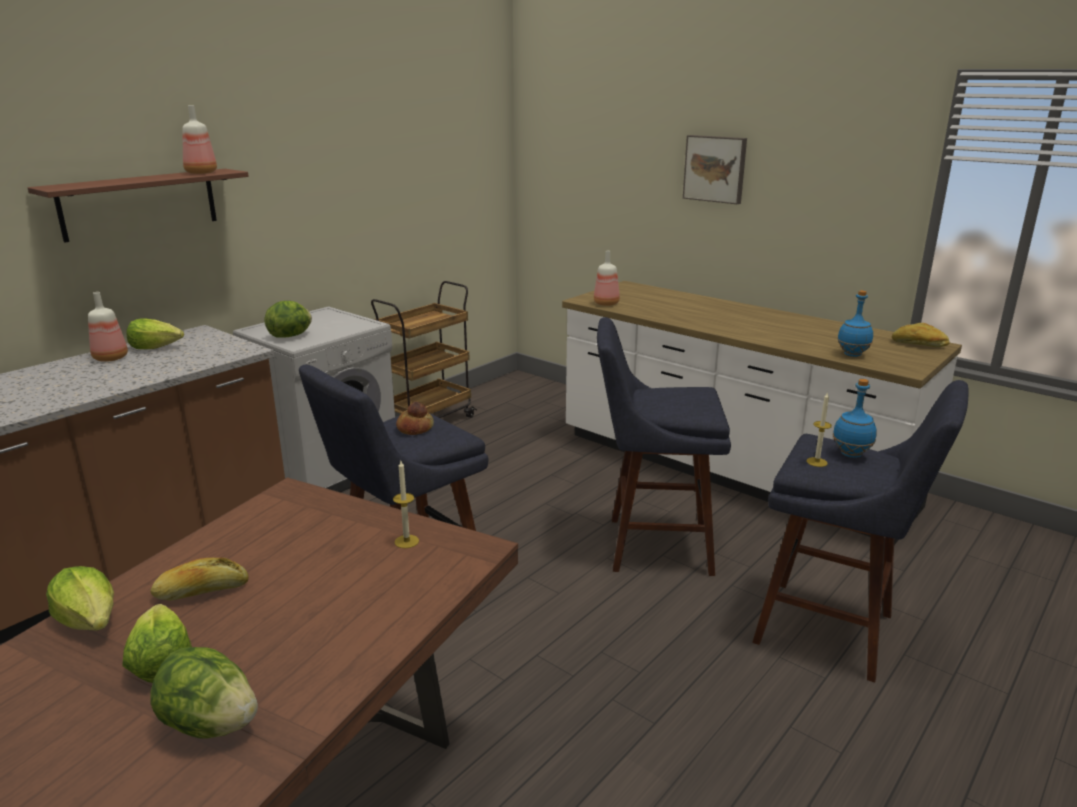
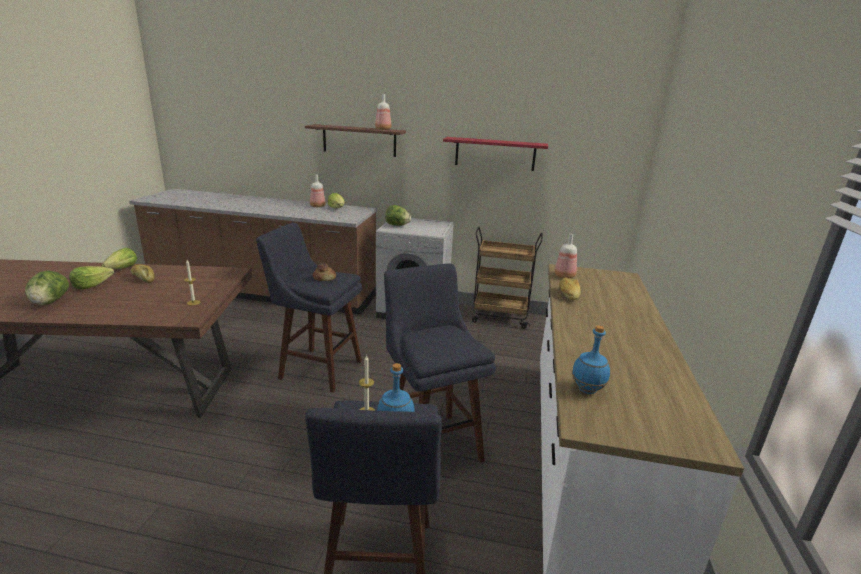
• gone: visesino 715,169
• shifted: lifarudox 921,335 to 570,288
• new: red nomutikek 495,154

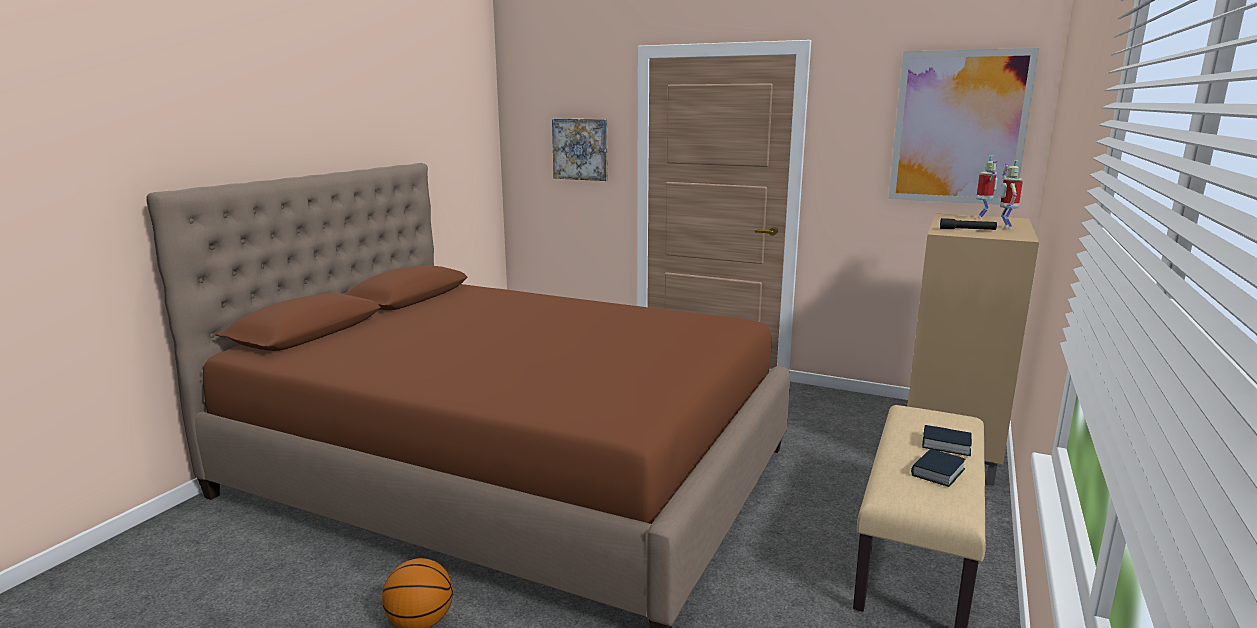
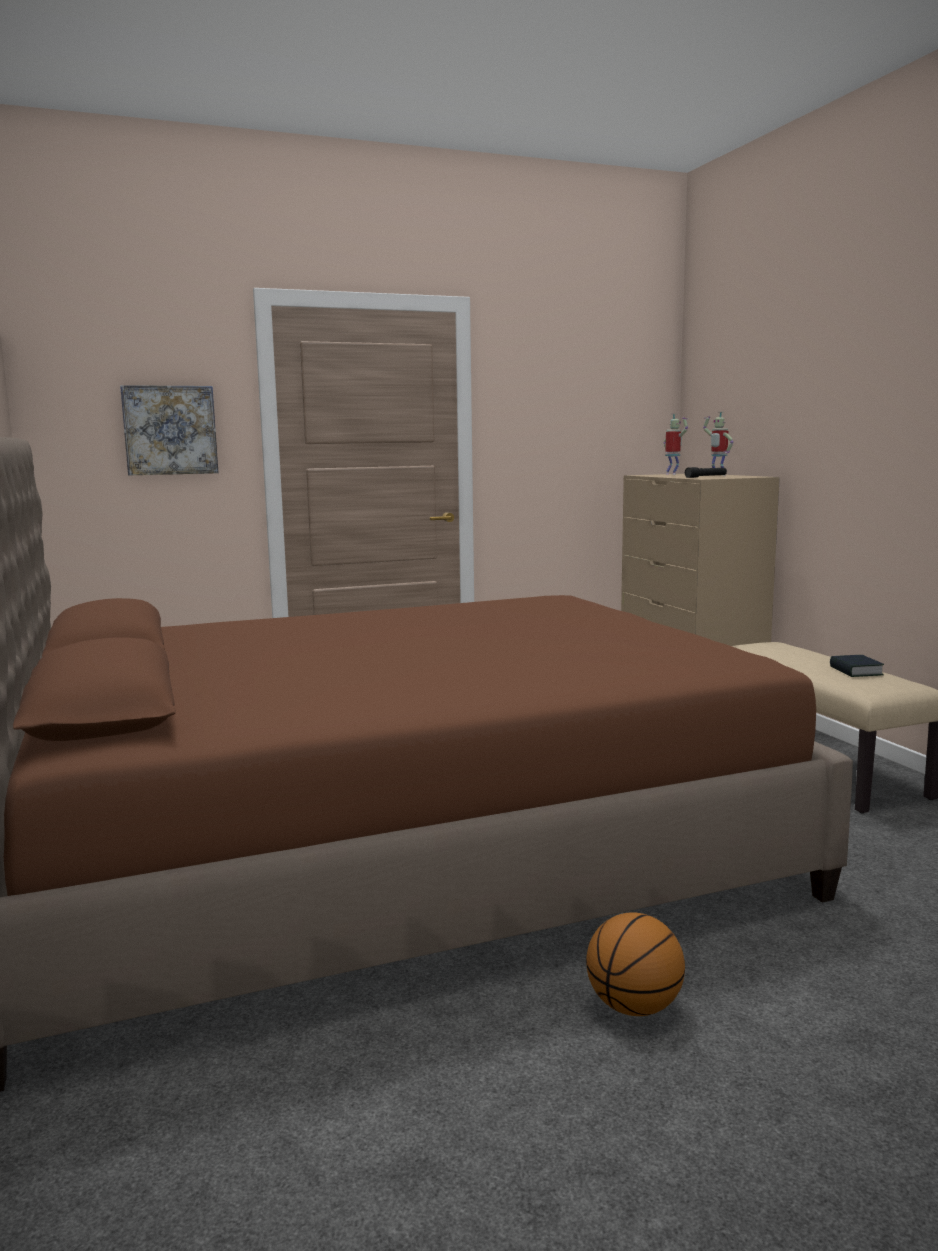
• gone: visesino 964,126
• gone: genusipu 947,440

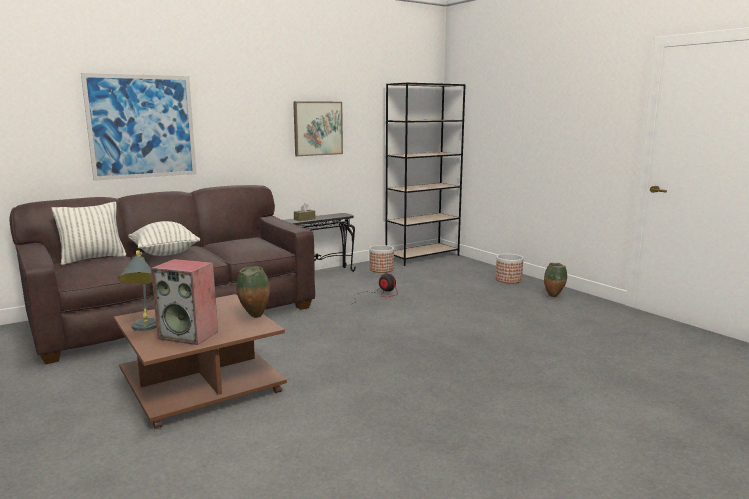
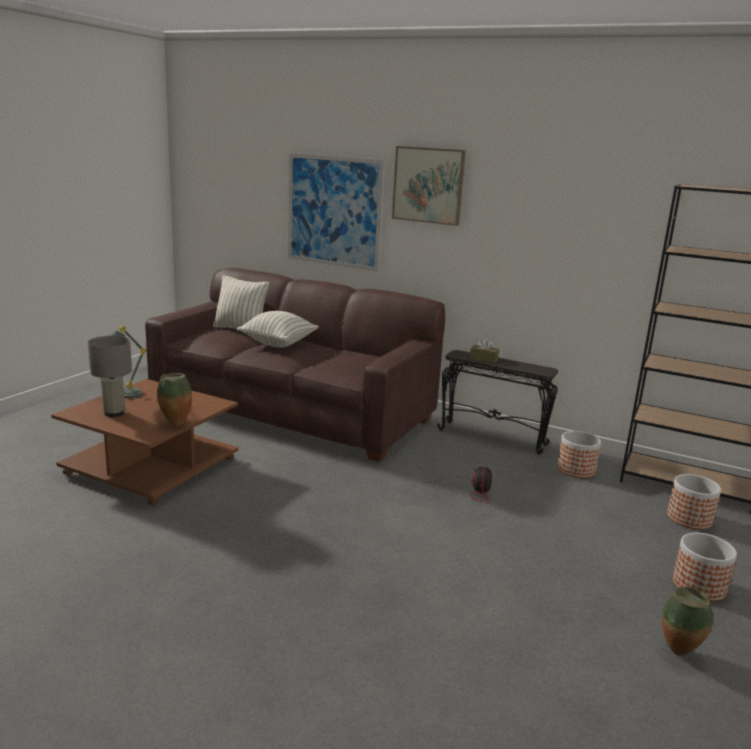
• shifted: visesino 318,128 to 429,186
• swapped: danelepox 184,302 to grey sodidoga 110,376
• new: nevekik 694,502

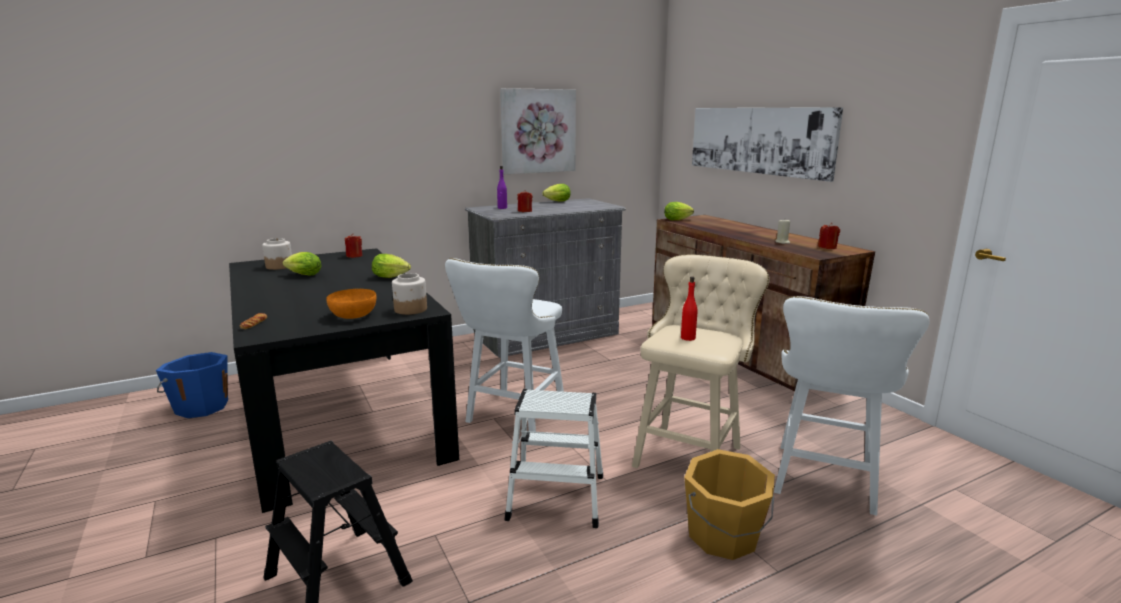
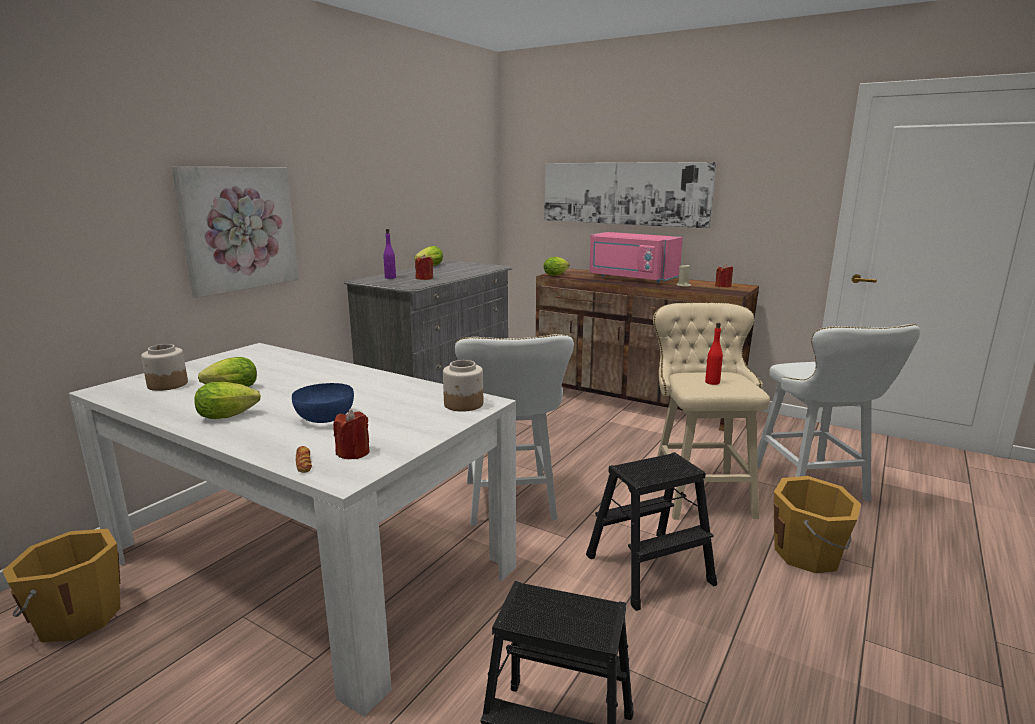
• shifted: visesino 538,131 to 235,232
• shifted: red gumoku 353,246 to 351,434
• repainted: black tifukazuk 344,380 to white tifukazuk 292,530
• shifted: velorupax 391,266 to 227,400
• gone: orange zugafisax 351,304
• repainted: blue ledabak 192,385 to orange ledabak 61,585
• repainted: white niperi 554,458 to black niperi 651,531
• new: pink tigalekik 636,257
• new: blue zugafisax 323,403

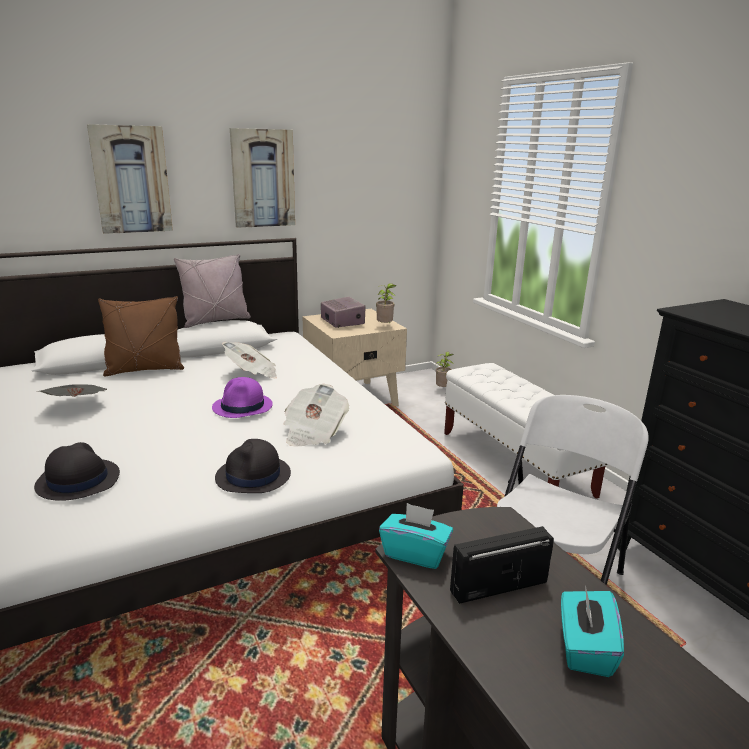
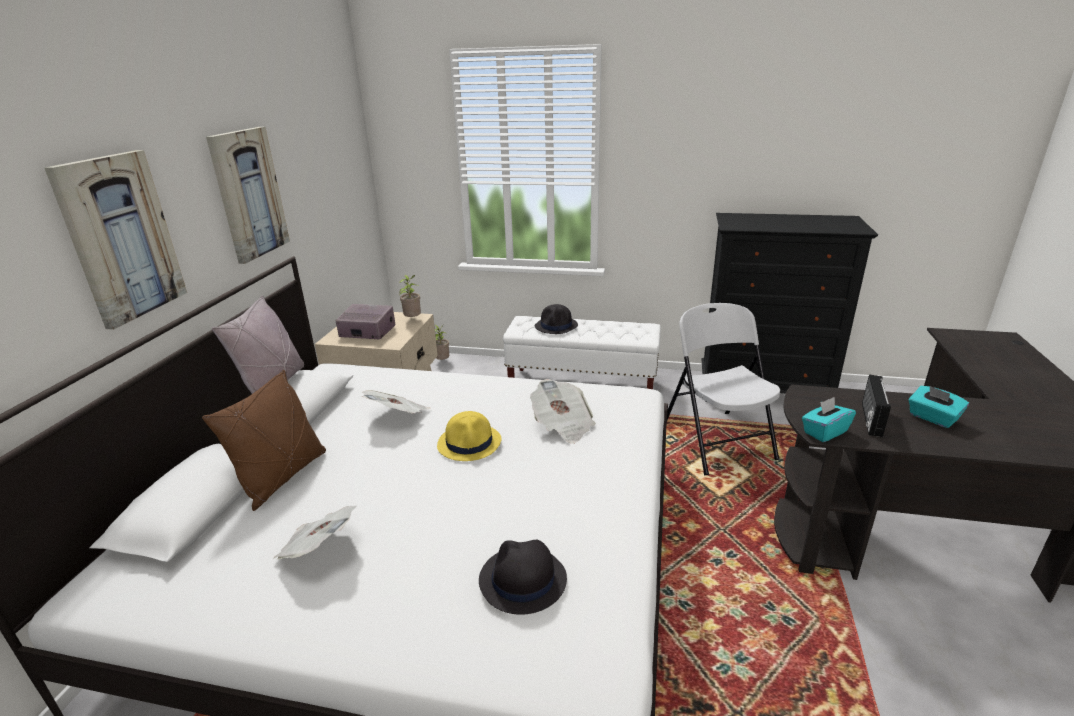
• repainted: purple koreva 242,397 to yellow koreva 469,436
• shifted: black koreva 253,466 to 556,319

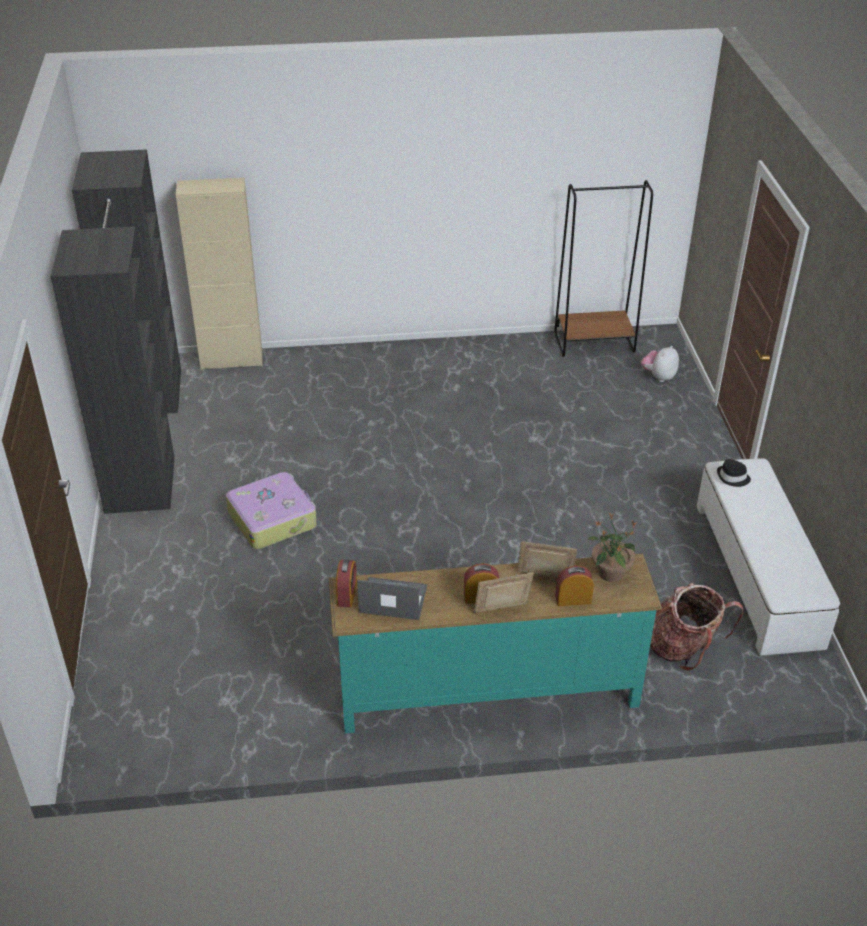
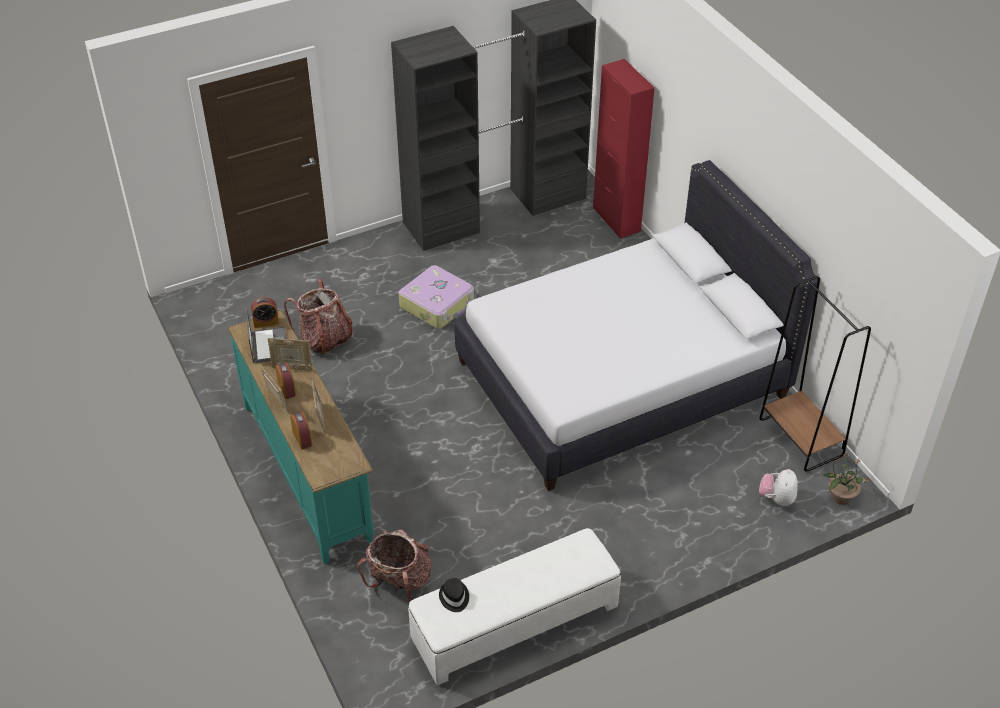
• repainted: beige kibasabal 219,274 to red kibasabal 624,148
• rotated: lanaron 660,364 = 778,487 90 degrees counterclockwise
• shifted: black koreva 734,473 to 454,595
• shifted: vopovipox 612,547 to 846,480
• new: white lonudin 636,325
• new: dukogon 318,317
• new: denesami 290,354

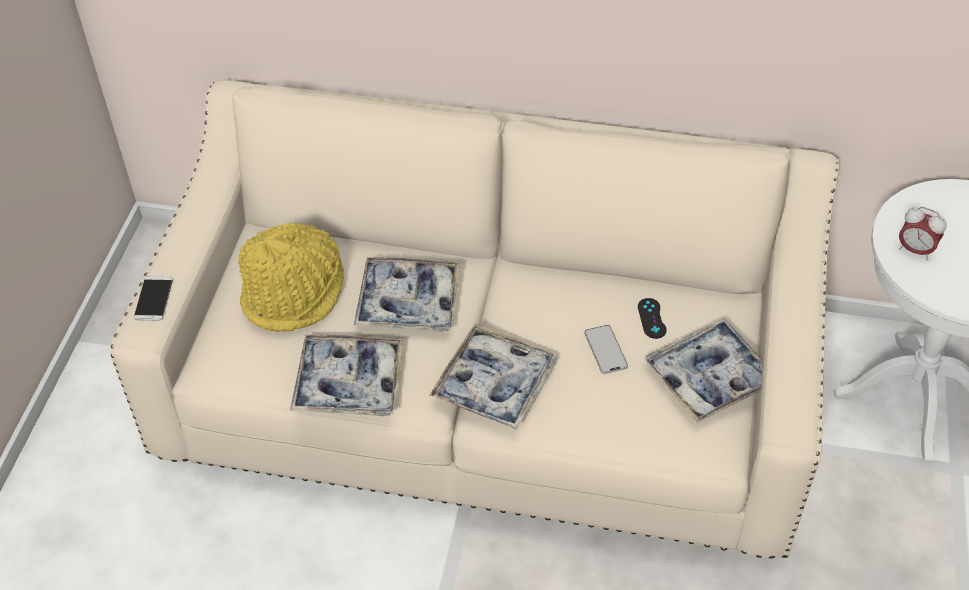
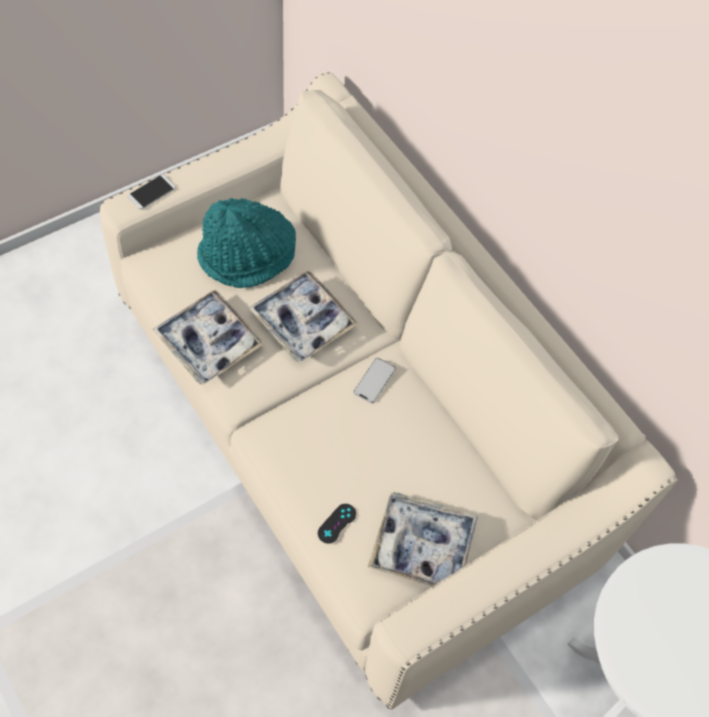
• gone: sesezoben 923,233
• repainted: yellow koreva 291,277 to turquoise koreva 246,243
• shifted: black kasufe 652,318 to 337,524
• gone: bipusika 493,377
• shifted: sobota 606,349 to 375,380

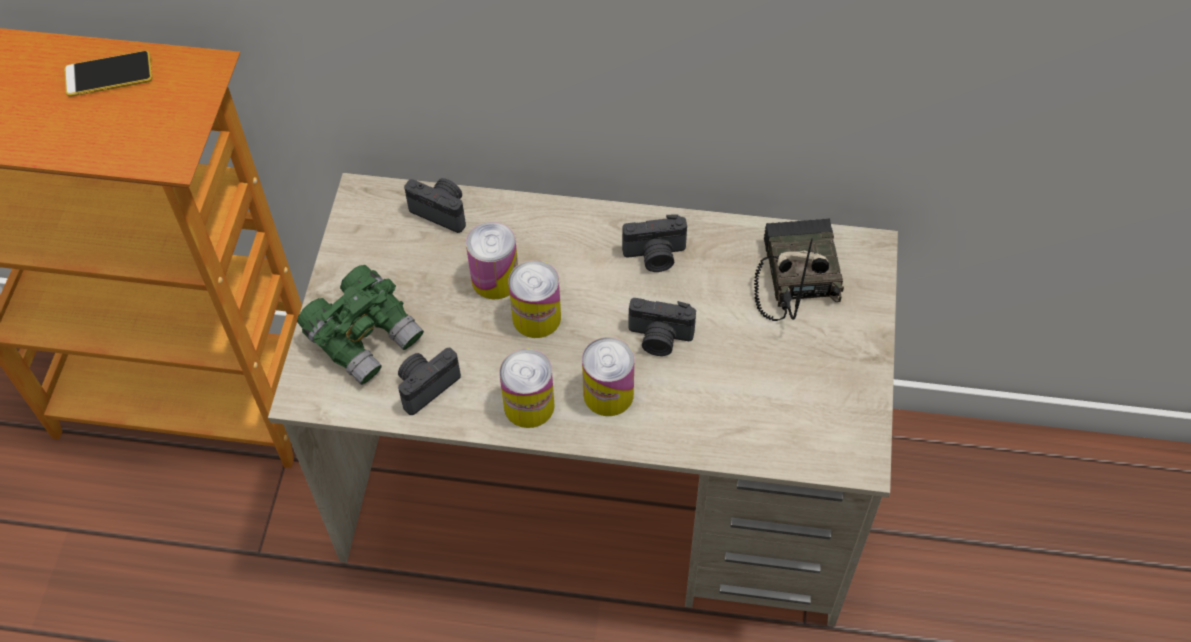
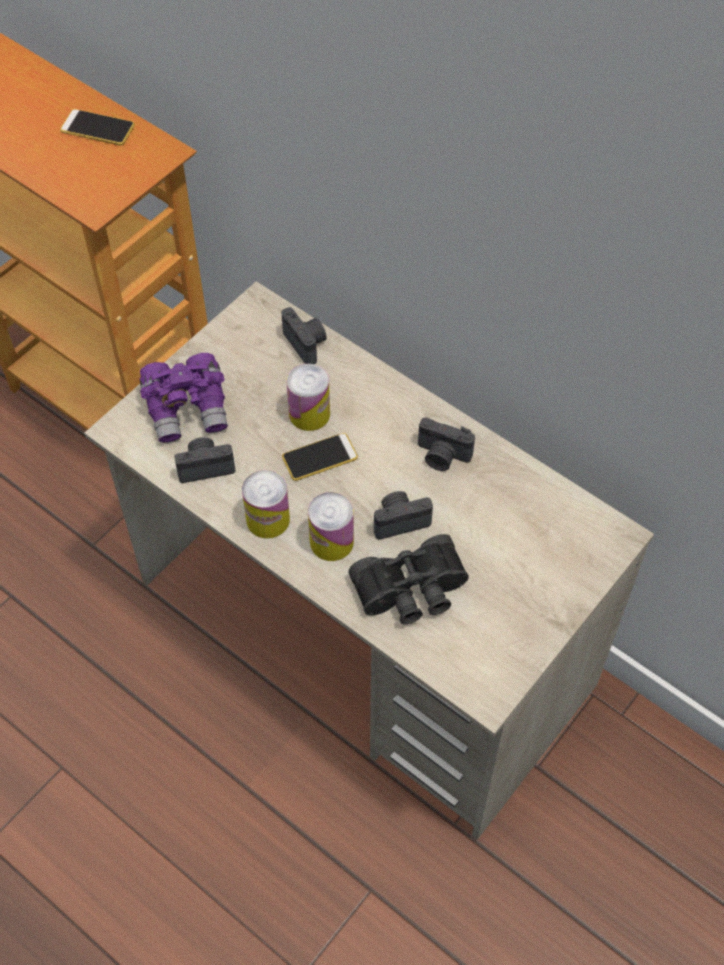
• gone: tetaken 799,269
• swapped: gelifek 535,299 to sobota 320,457
• repainted: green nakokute 360,325 to purple nakokute 183,398
• rotated: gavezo 662,327 = 403,515 120 degrees clockwise
• new: black nakokute 408,579

